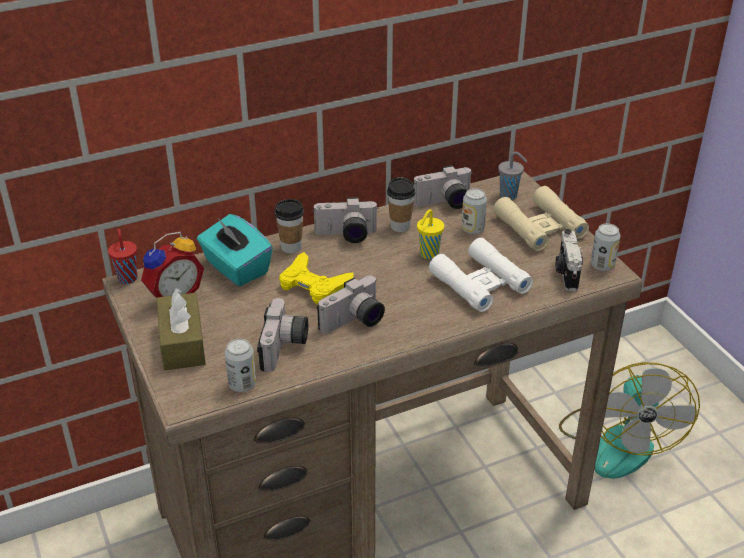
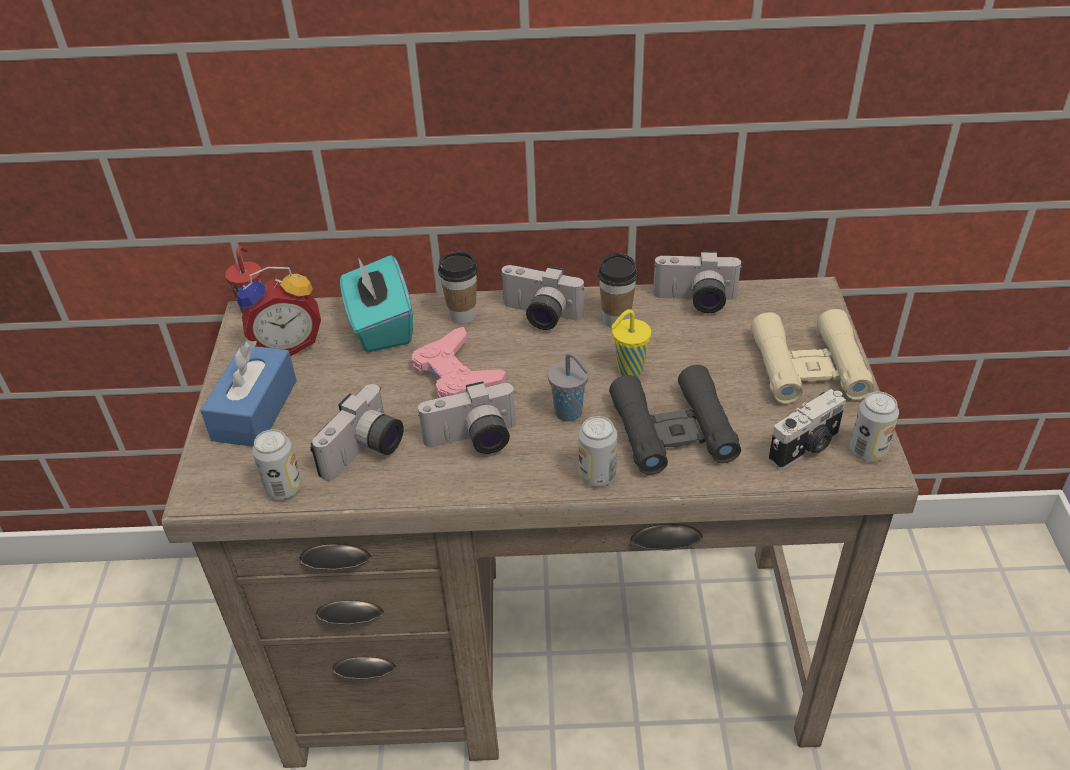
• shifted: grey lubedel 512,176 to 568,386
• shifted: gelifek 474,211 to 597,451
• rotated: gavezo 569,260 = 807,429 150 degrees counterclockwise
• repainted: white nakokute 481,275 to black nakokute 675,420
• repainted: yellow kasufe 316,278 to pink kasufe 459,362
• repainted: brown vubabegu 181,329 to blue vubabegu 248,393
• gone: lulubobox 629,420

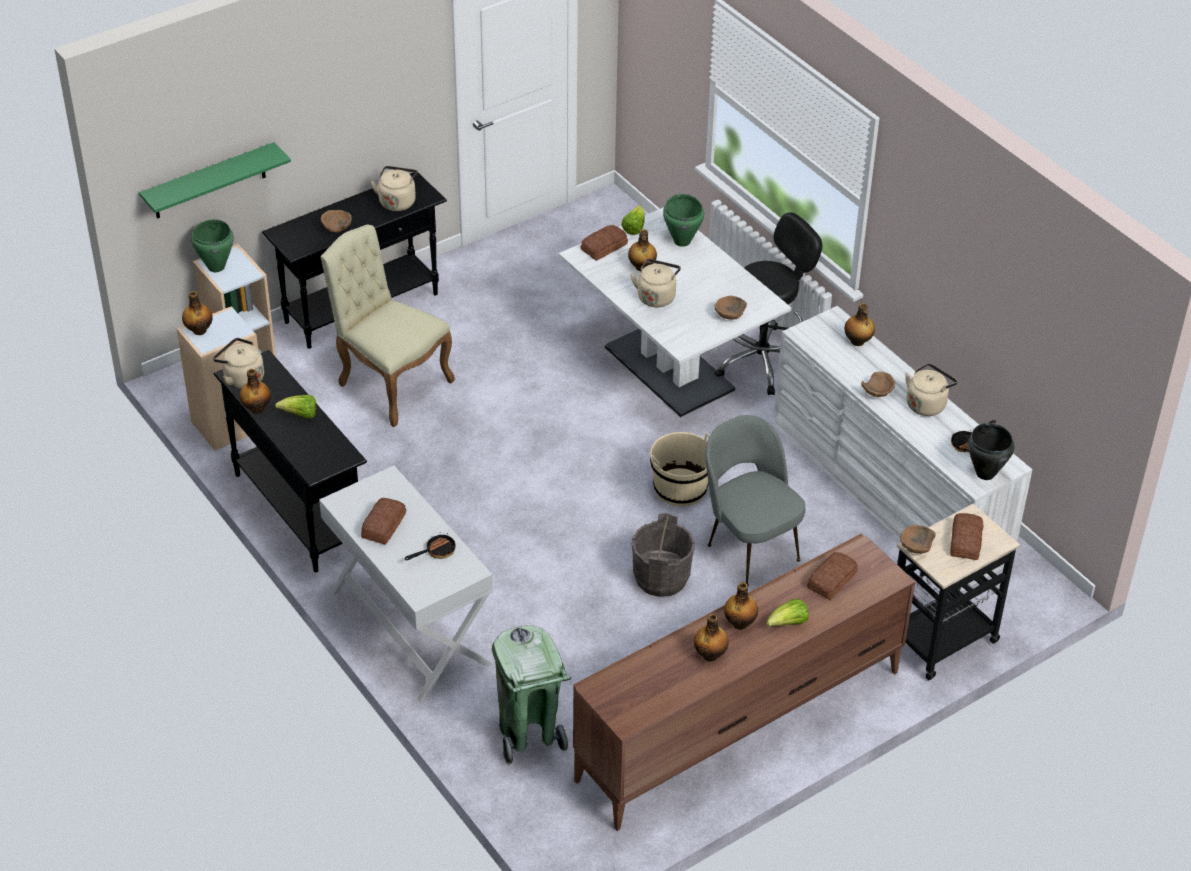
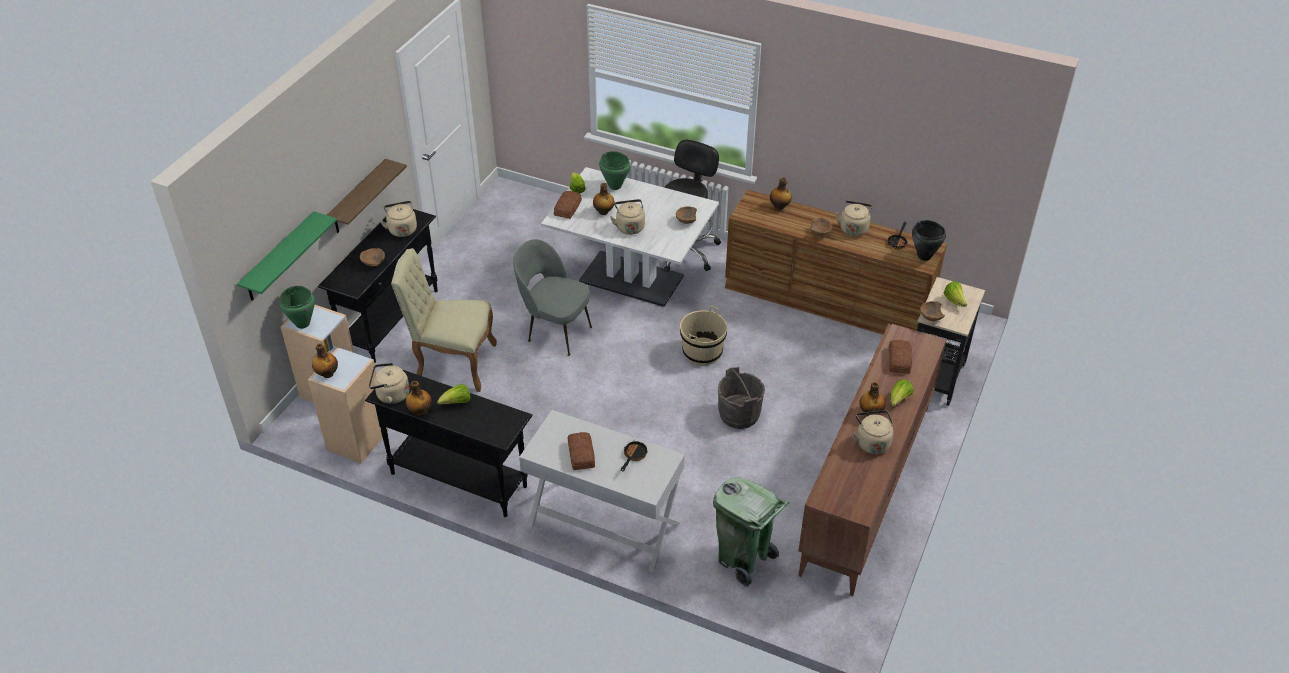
• repainted: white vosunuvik 903,448 to brown vosunuvik 836,262
• shifted: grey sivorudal 755,500 to 552,297
• swapped: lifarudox 966,536 to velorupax 955,294
• swapped: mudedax 711,638 to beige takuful 872,432
• new: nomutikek 367,196

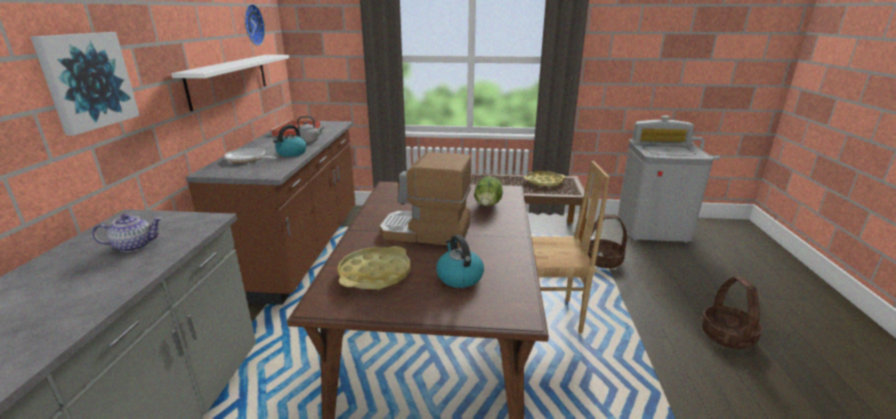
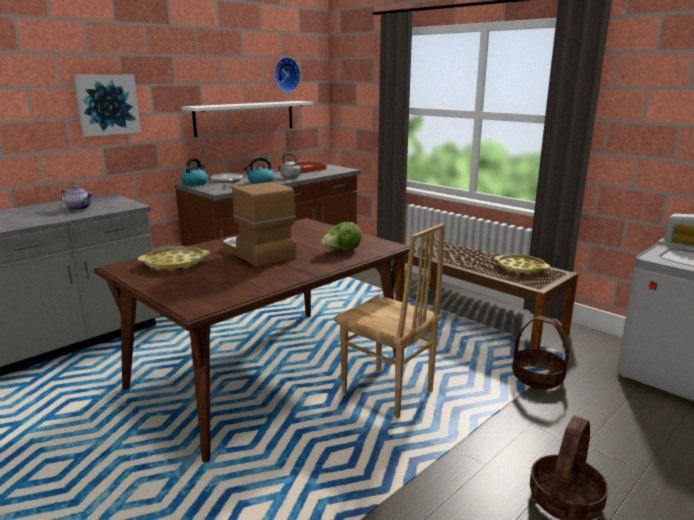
• shifted: takuful 460,261 to 194,172

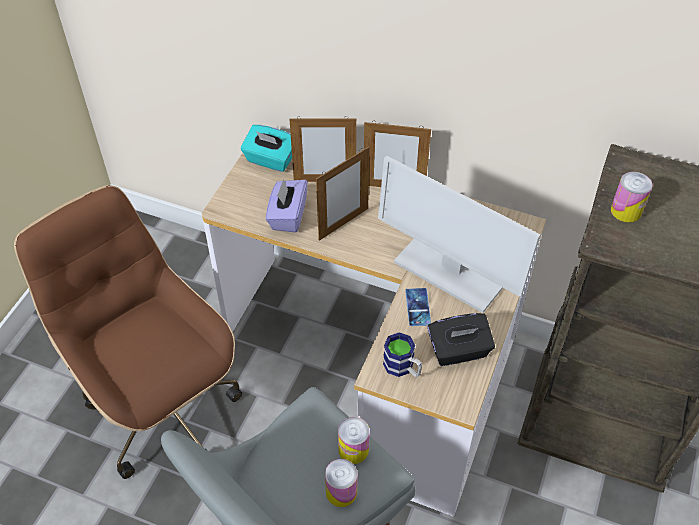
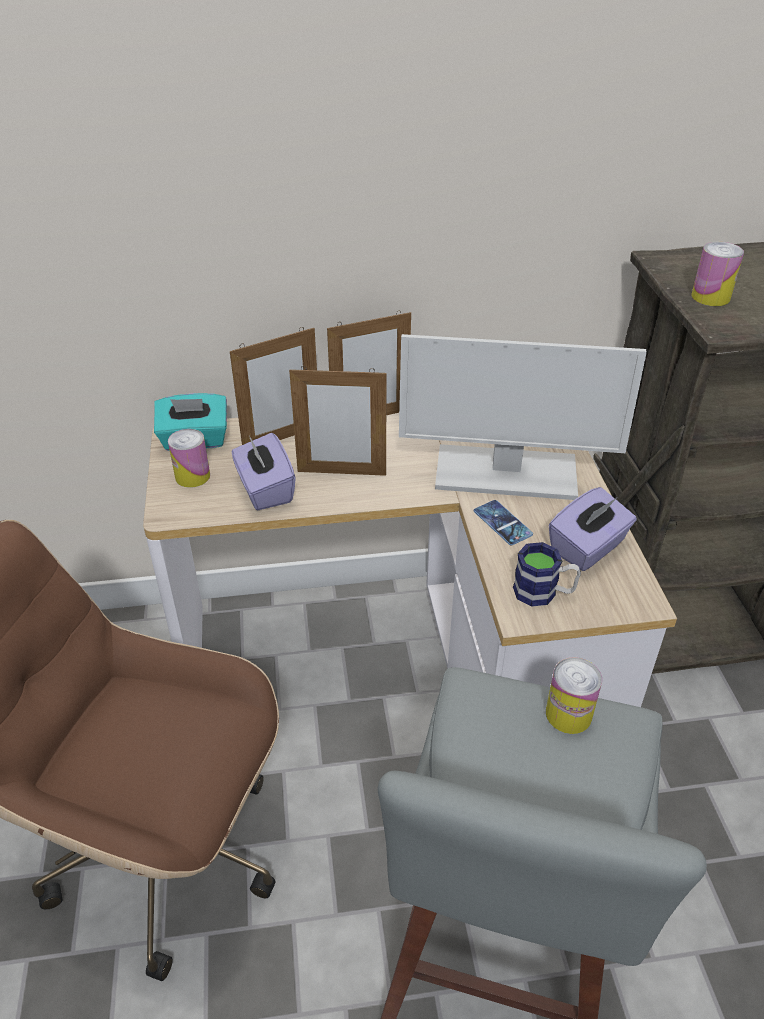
• rotated: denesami 343,193 = 338,421 75 degrees clockwise
• repainted: black vubabegu 461,339 to purple vubabegu 593,529
• shifted: gelifek 341,483 to 189,458

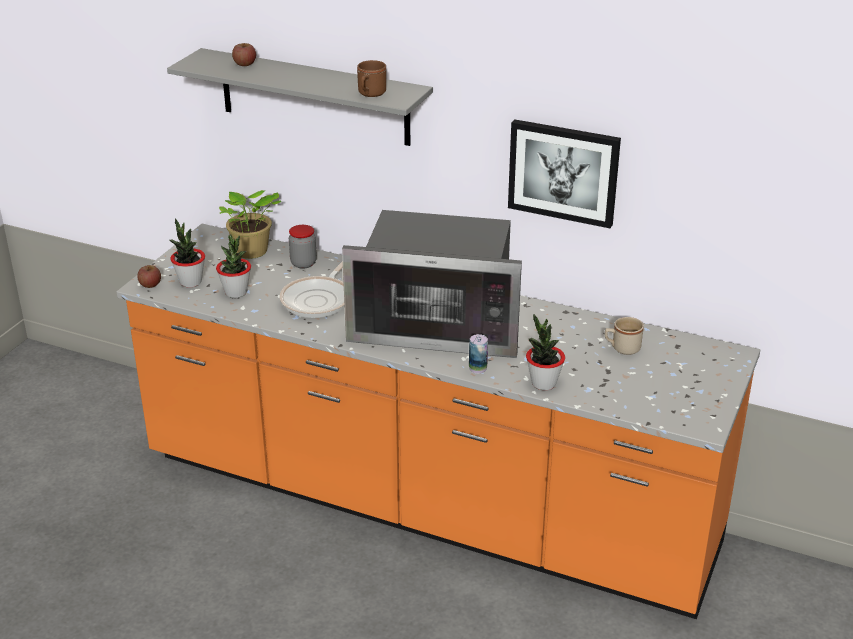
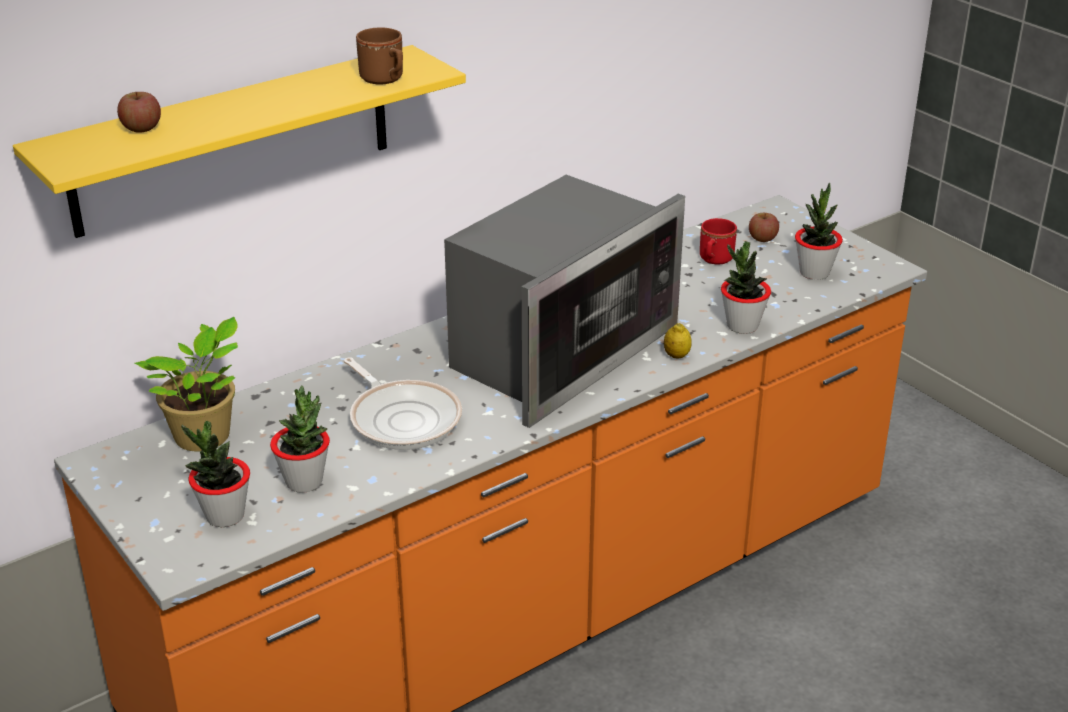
• repainted: grey nomutikek 300,97 to yellow nomutikek 239,141
• gone: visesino 564,173
• gone: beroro 303,247
• shifted: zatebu 149,276 to 764,227
• repainted: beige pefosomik 624,336 to red pefosomik 718,241
• swapped: gelifek 478,354 to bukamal 677,340
• new: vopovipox 819,231

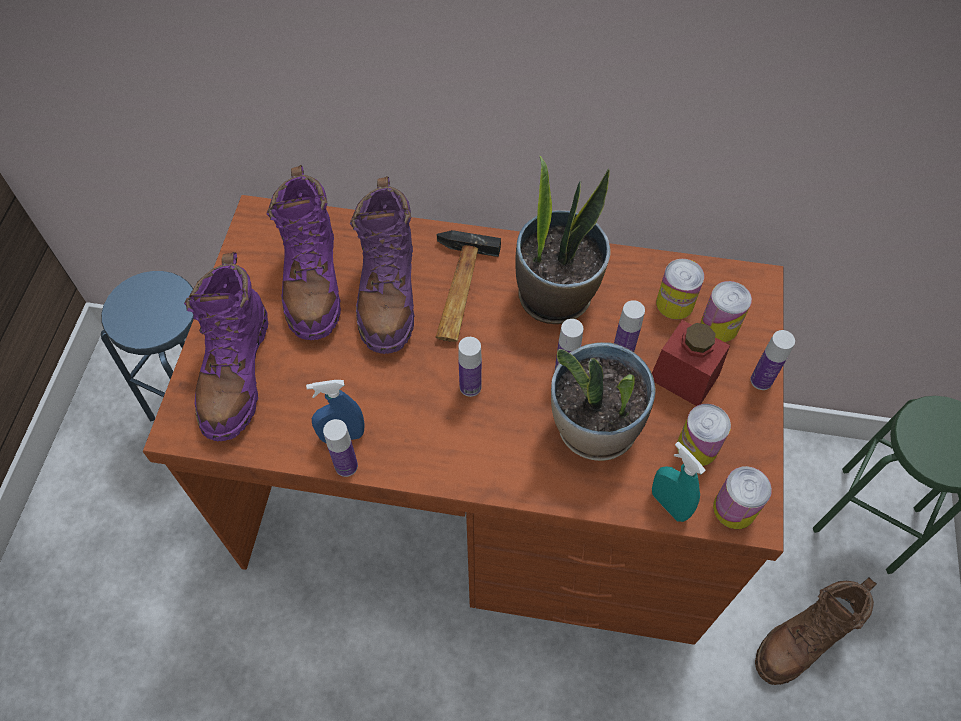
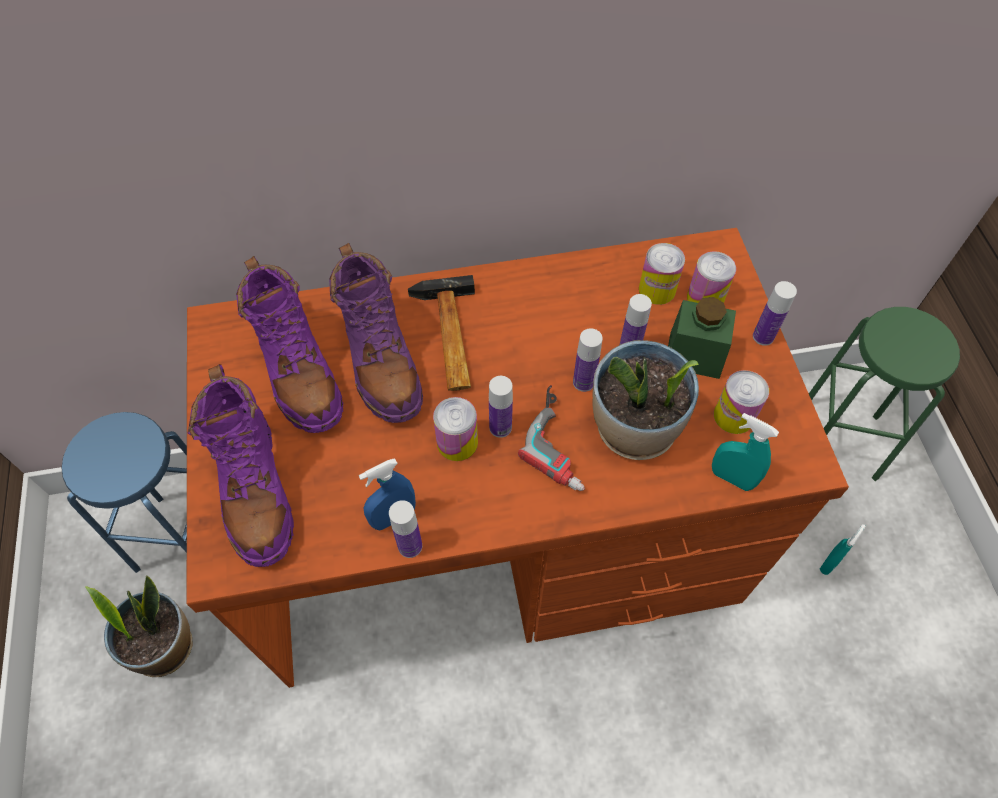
• shifted: vopovipox 562,239 to 139,626
• repainted: red beroro 691,363 to green beroro 702,338
• shifted: gelifek 742,497 to 455,429
• swapped: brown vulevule 816,631 to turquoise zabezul 842,549
• new: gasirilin 551,438

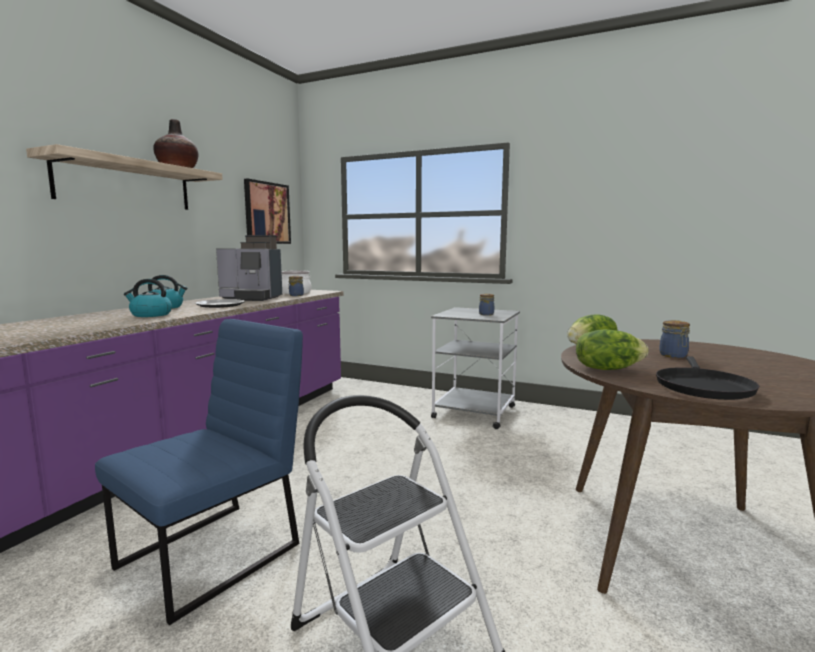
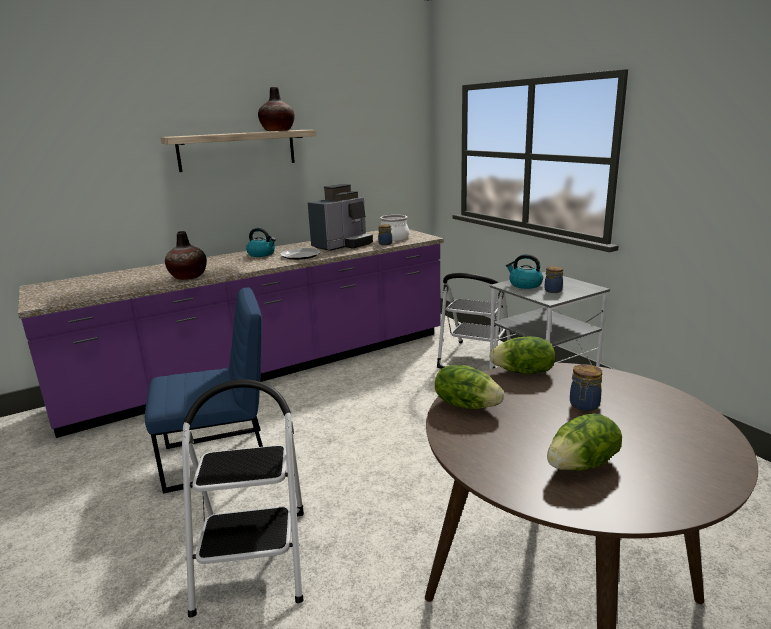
• gone: visesino 267,211
• rotated: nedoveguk 249,268 = 340,217 90 degrees counterclockwise
• shifted: takuful 148,298 to 524,271
• gone: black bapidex 707,378
• new: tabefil 186,255
• new: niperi 474,320
• new: velorupax 584,442

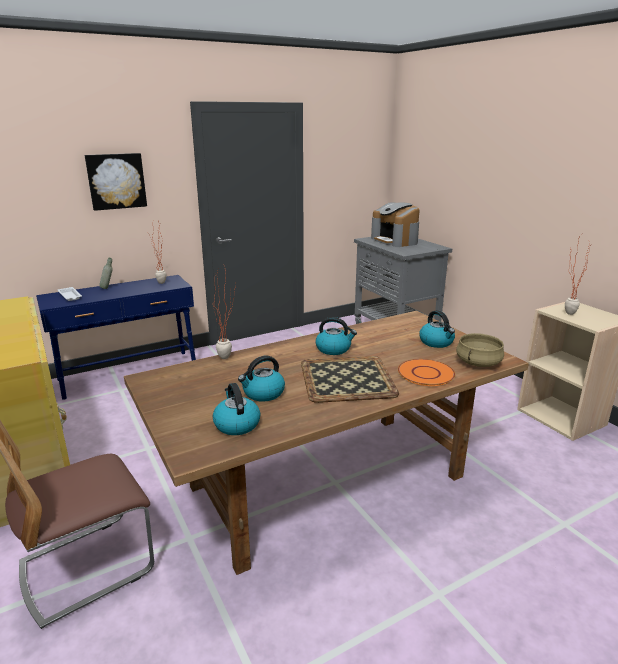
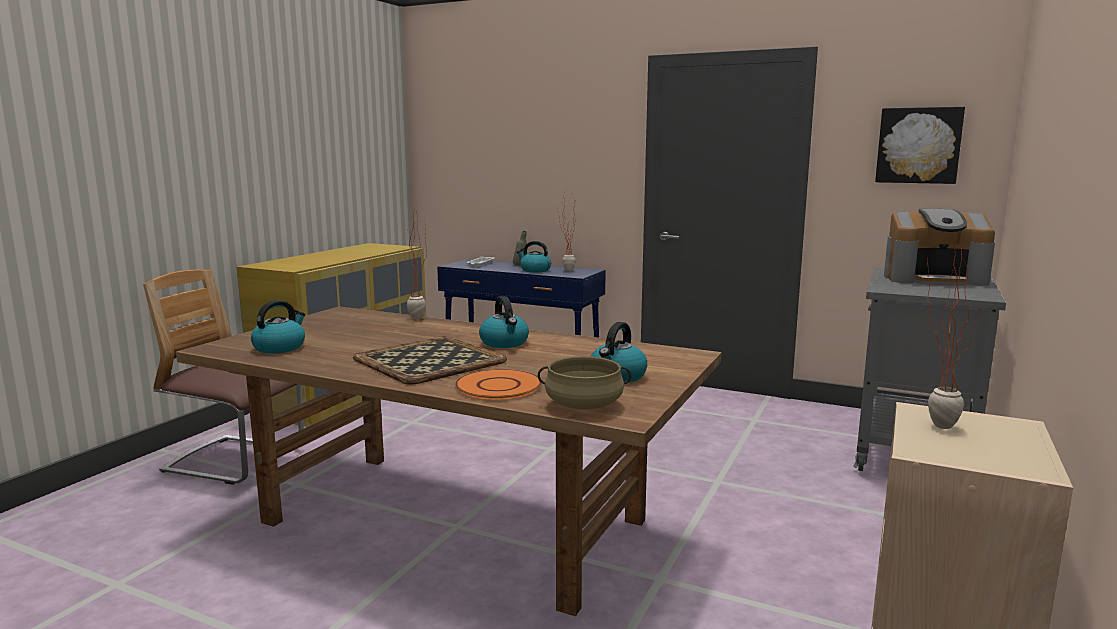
• shifted: visesino 116,182 to 920,145
• rotated: nedoveguk 395,224 = 939,247 105 degrees counterclockwise
• shifted: takuful 261,378 to 534,256

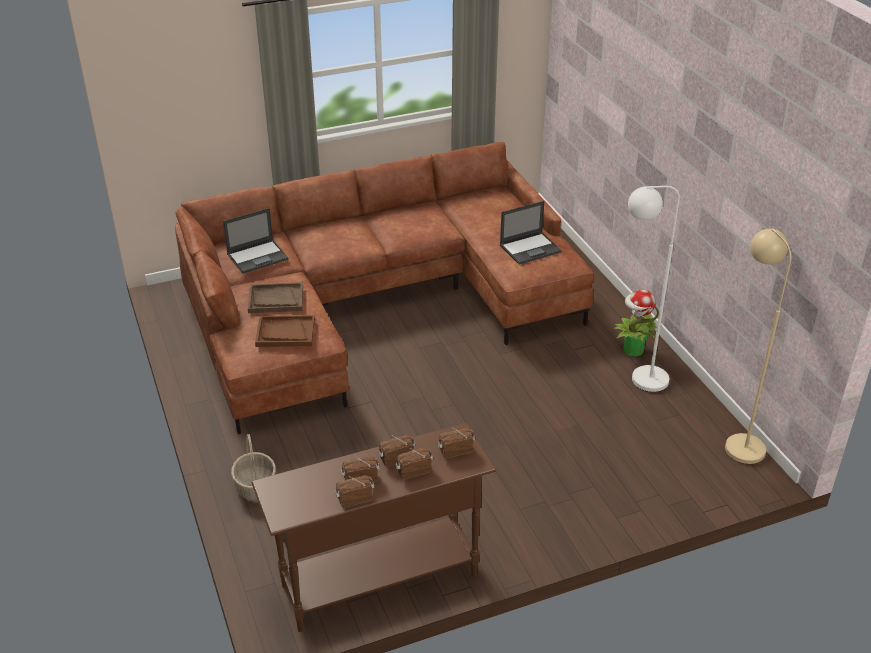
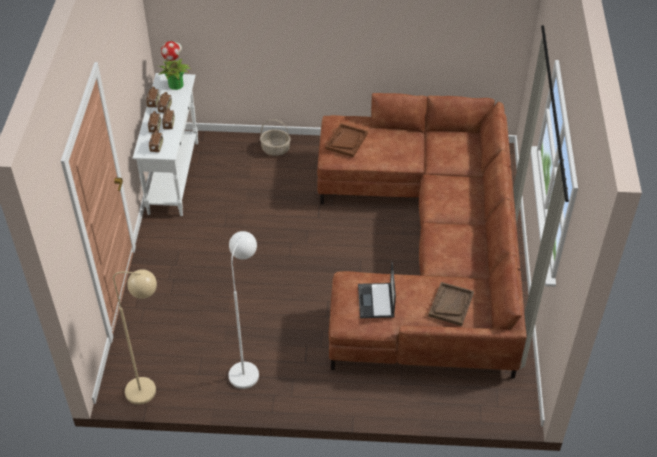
• gone: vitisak 255,241
• shifted: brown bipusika 275,297 to 451,304
• shifted: vopovipox 636,323 to 174,65
• repainted: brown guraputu 373,527 to white guraputu 165,144

